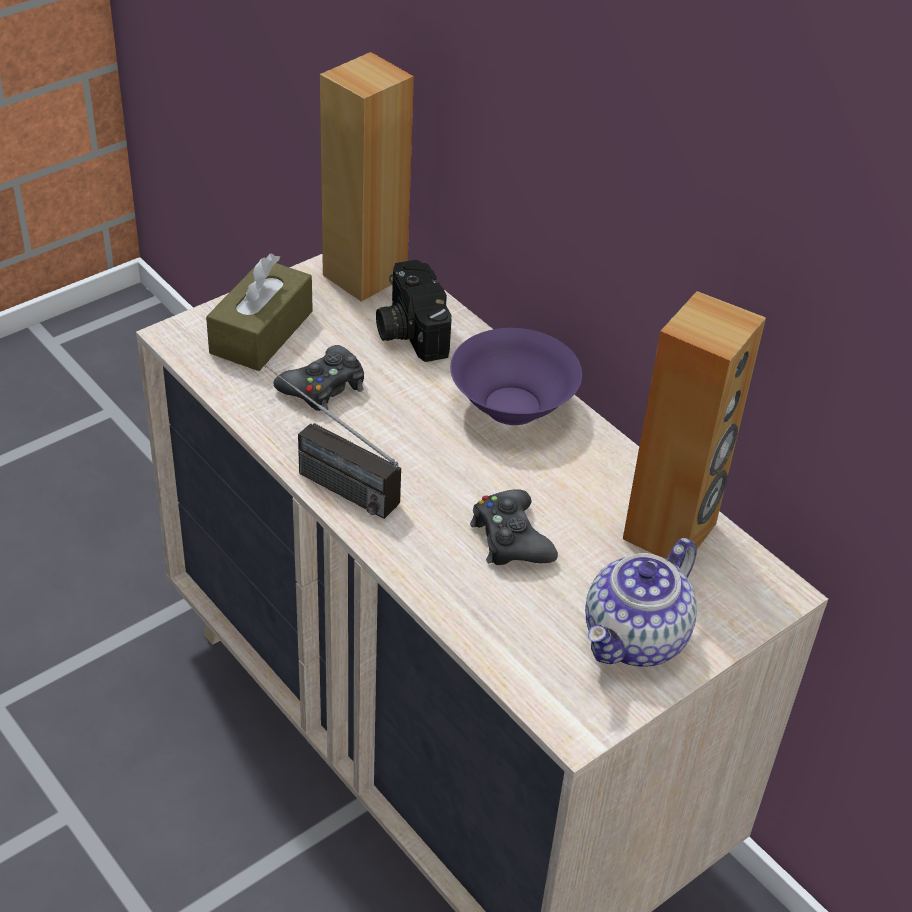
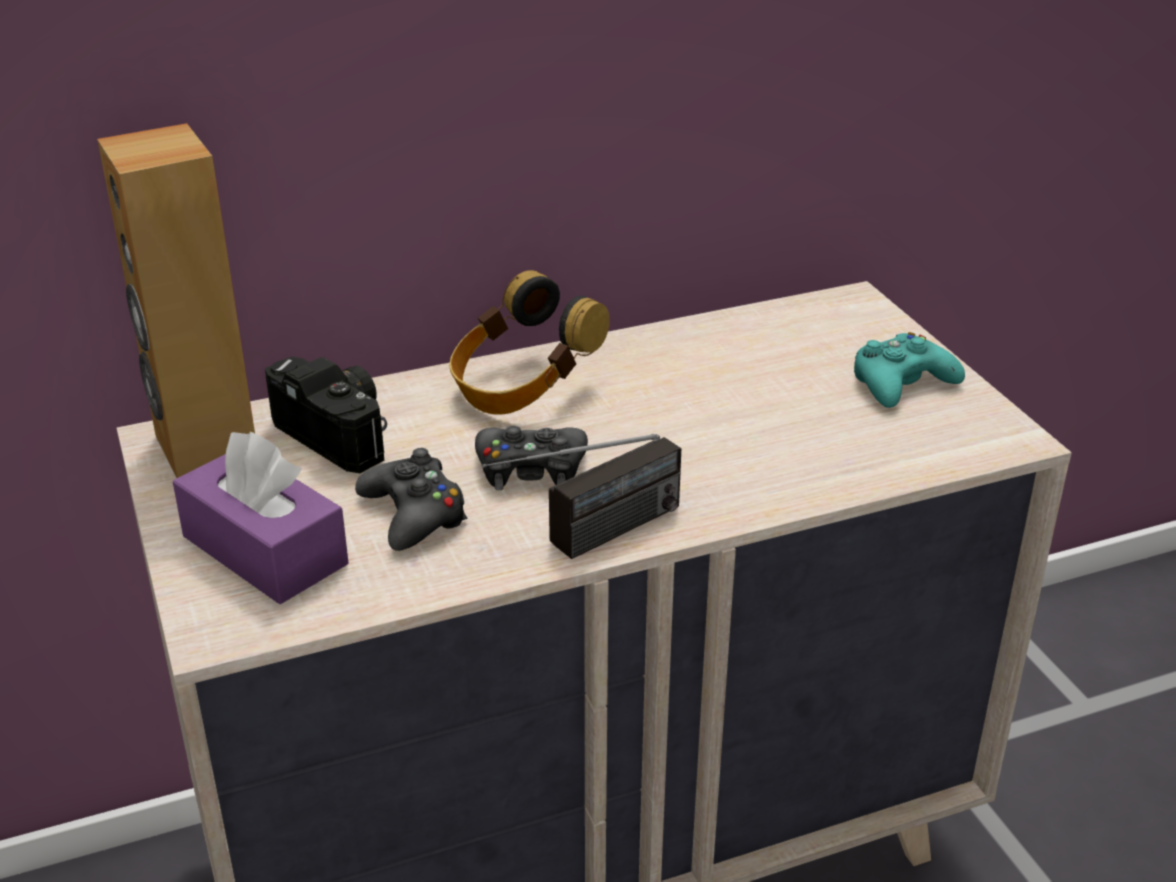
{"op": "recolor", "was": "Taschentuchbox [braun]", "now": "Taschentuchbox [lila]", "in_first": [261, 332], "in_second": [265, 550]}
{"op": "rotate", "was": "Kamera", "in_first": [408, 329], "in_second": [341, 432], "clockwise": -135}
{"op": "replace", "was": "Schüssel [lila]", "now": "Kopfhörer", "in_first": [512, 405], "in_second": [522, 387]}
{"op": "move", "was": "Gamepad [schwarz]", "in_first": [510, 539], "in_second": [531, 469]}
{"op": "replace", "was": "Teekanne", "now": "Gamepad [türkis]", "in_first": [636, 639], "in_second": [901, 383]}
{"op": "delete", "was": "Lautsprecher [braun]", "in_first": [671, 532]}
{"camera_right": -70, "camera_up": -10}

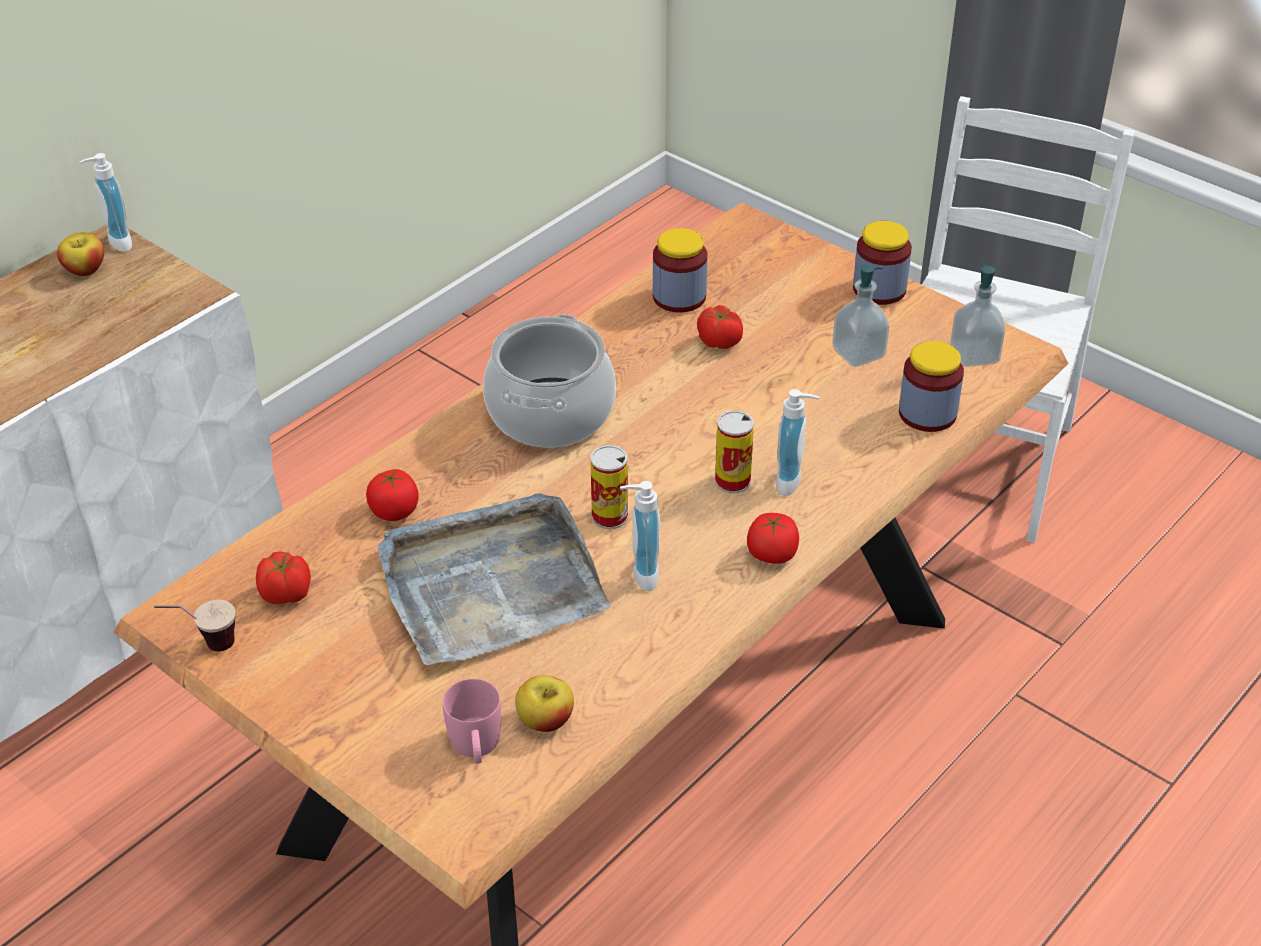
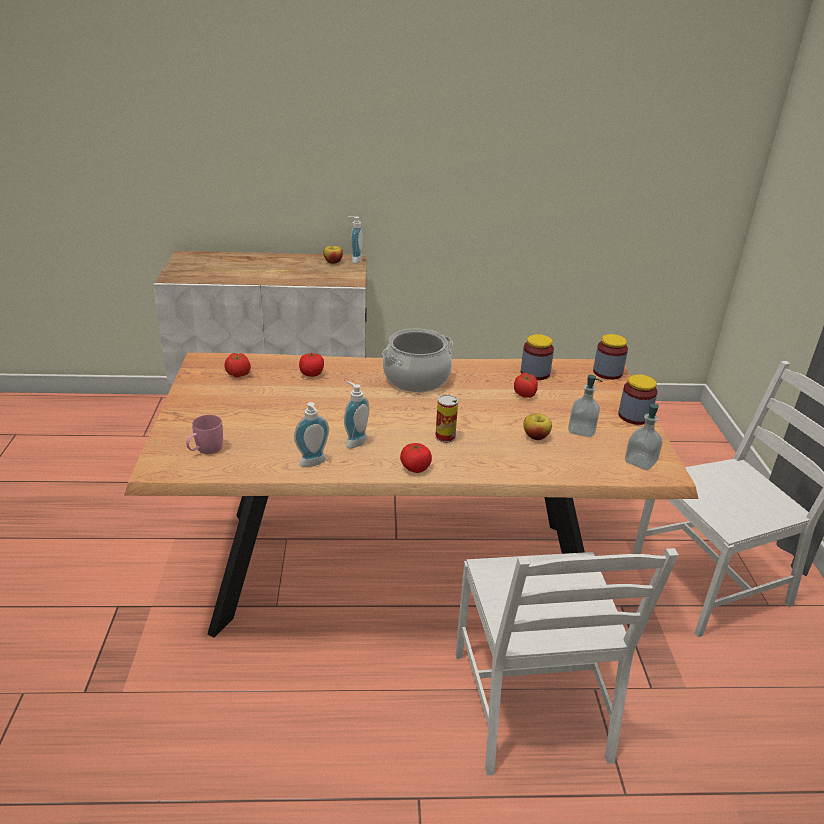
{"op": "move", "was": "Seifenspender", "in_first": [794, 482], "in_second": [314, 464]}
{"op": "insert", "now": "Stuhl [weiß]", "in_second": [532, 705]}
{"op": "move", "was": "Apfel", "in_first": [545, 720], "in_second": [535, 436]}
{"op": "move", "was": "Vorratsglas", "in_first": [927, 414], "in_second": [607, 372]}
{"op": "delete", "was": "Tasse", "in_first": [204, 646]}
{"op": "delete", "was": "Tablett [grau]", "in_first": [490, 585]}
{"op": "delete", "was": "Dose", "in_first": [610, 516]}
{"camera_right": 45, "camera_up": -10}

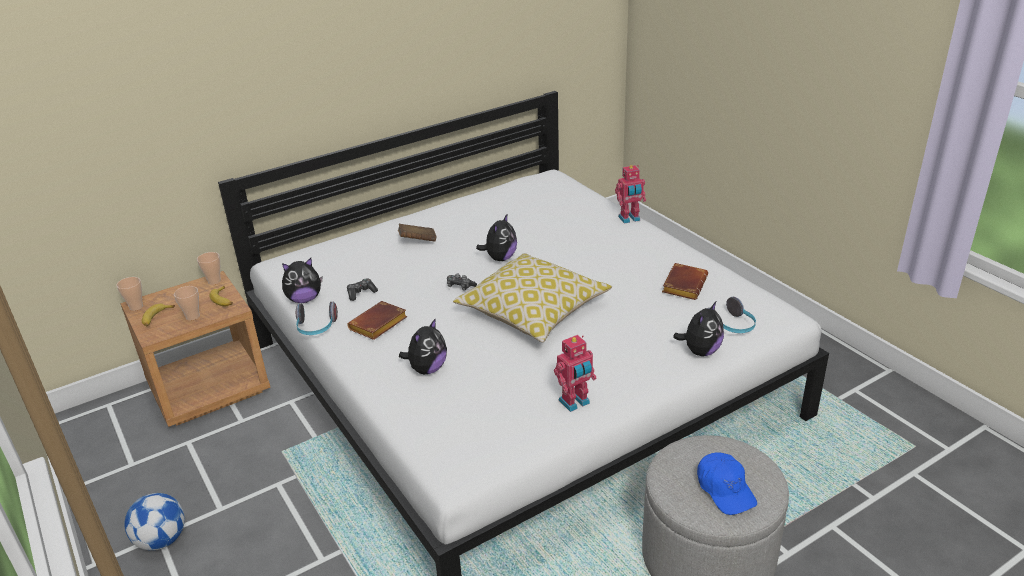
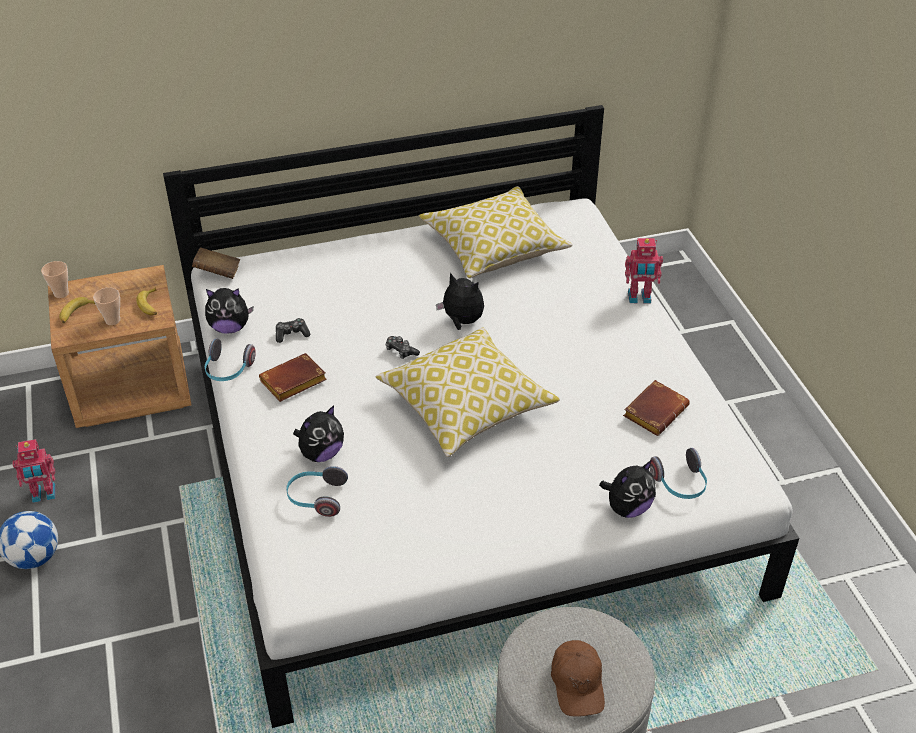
{"op": "move", "was": "Spielzeugroboter", "in_first": [575, 403], "in_second": [44, 495]}
{"op": "move", "was": "Buch [braun]", "in_first": [417, 241], "in_second": [217, 272]}
{"op": "insert", "now": "Kopfhörer", "in_second": [316, 498]}
{"op": "insert", "now": "Kissen", "in_second": [494, 247]}
{"op": "rotate", "was": "Plüschtier", "in_first": [500, 258], "in_second": [462, 321], "clockwise": -105}
{"op": "recolor", "was": "Kappe [blau]", "now": "Kappe [braun]", "in_first": [725, 489], "in_second": [577, 683]}
{"op": "delete", "was": "Tasse", "in_first": [214, 281]}
{"camera_right": 15, "camera_up": 10}

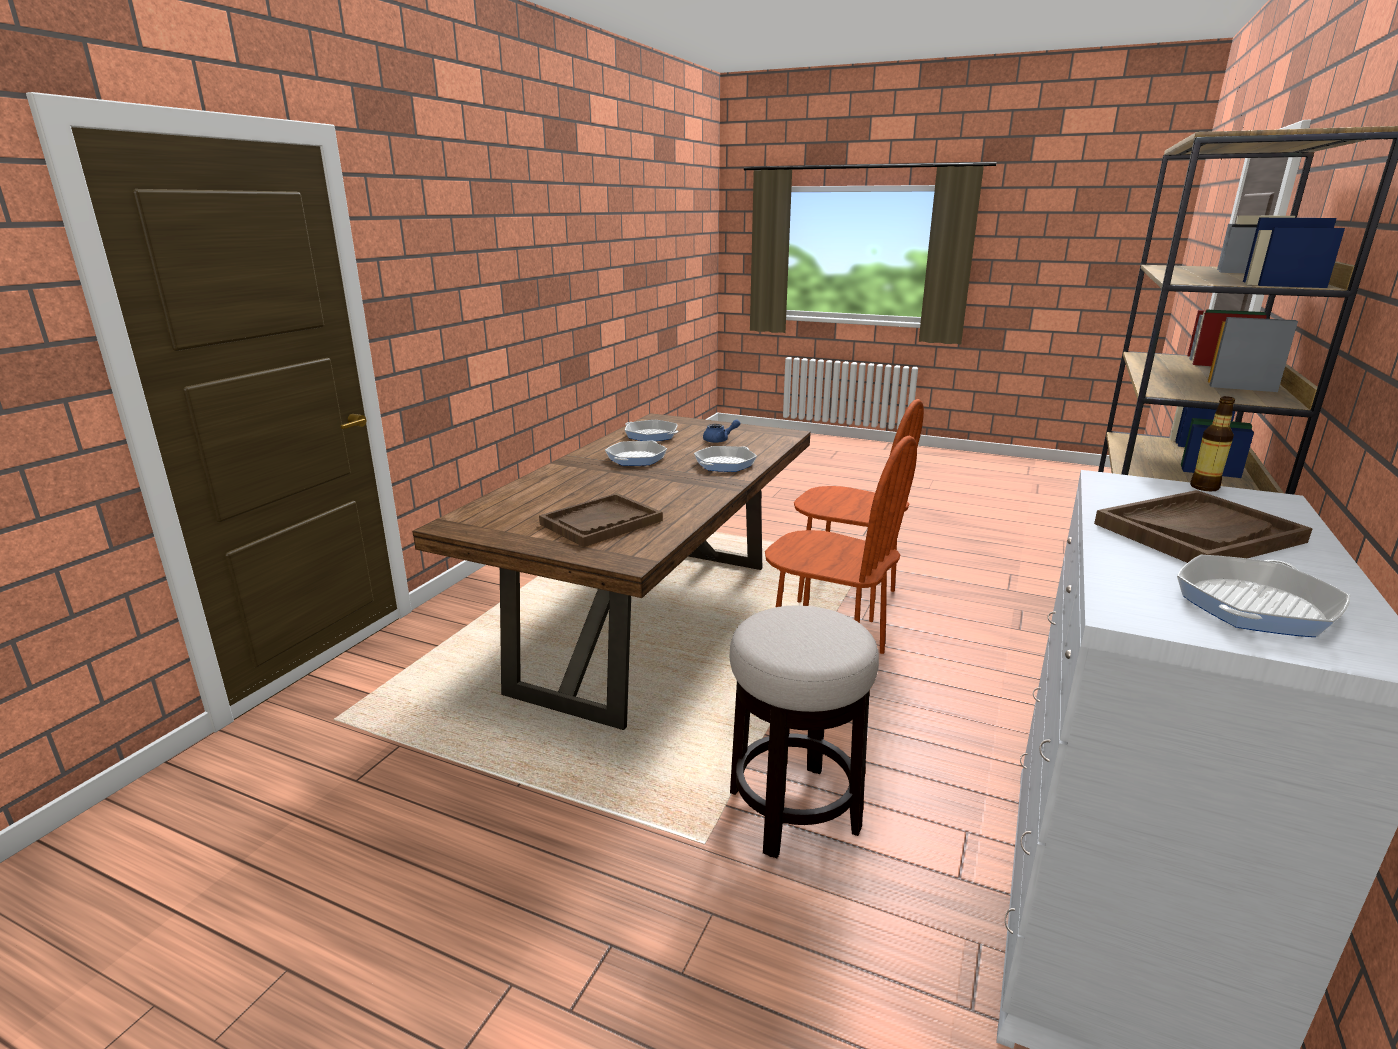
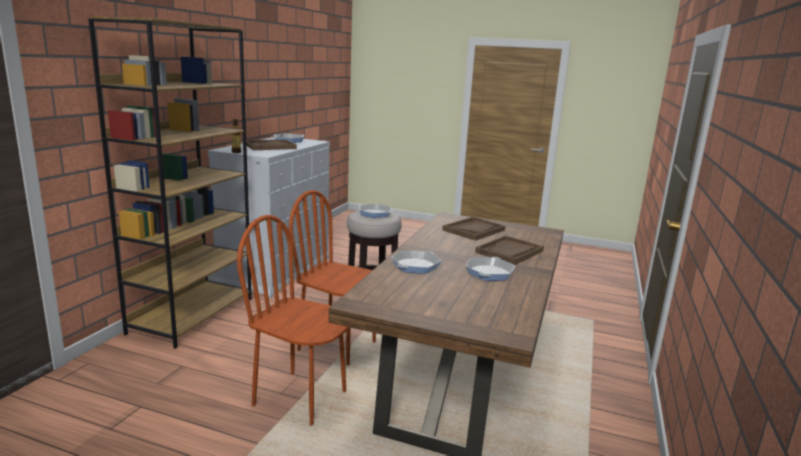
{"op": "move", "was": "Pfanne", "in_first": [651, 435], "in_second": [375, 213]}
{"op": "insert", "now": "Tablett [braun]", "in_second": [509, 252]}
{"op": "delete", "was": "Teekanne [blau]", "in_first": [719, 440]}
{"camera_right": 175, "camera_up": -5}

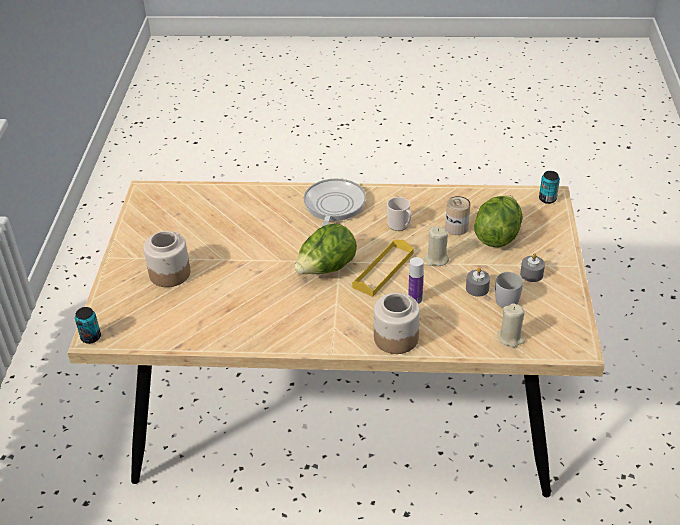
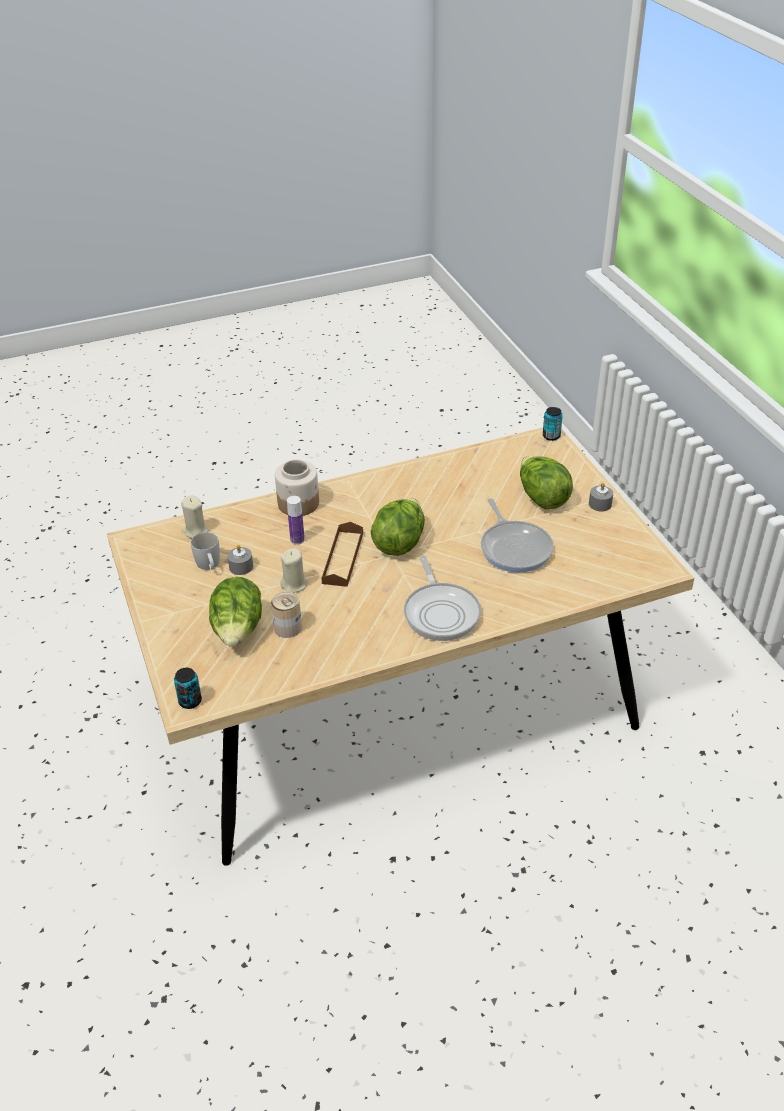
{"op": "recolor", "was": "Tablett [gelb]", "now": "Tablett [braun]", "in_first": [383, 270], "in_second": [343, 558]}
{"op": "insert", "now": "Pfanne", "in_second": [515, 548]}
{"op": "replace", "was": "Vorratsglas", "now": "Salatkopf", "in_first": [170, 273], "in_second": [542, 498]}
{"op": "move", "was": "Kerze [grau]", "in_first": [531, 274], "in_second": [600, 504]}
{"op": "delete", "was": "Henkelbecher", "in_first": [400, 226]}
{"camera_right": 155, "camera_up": 0}

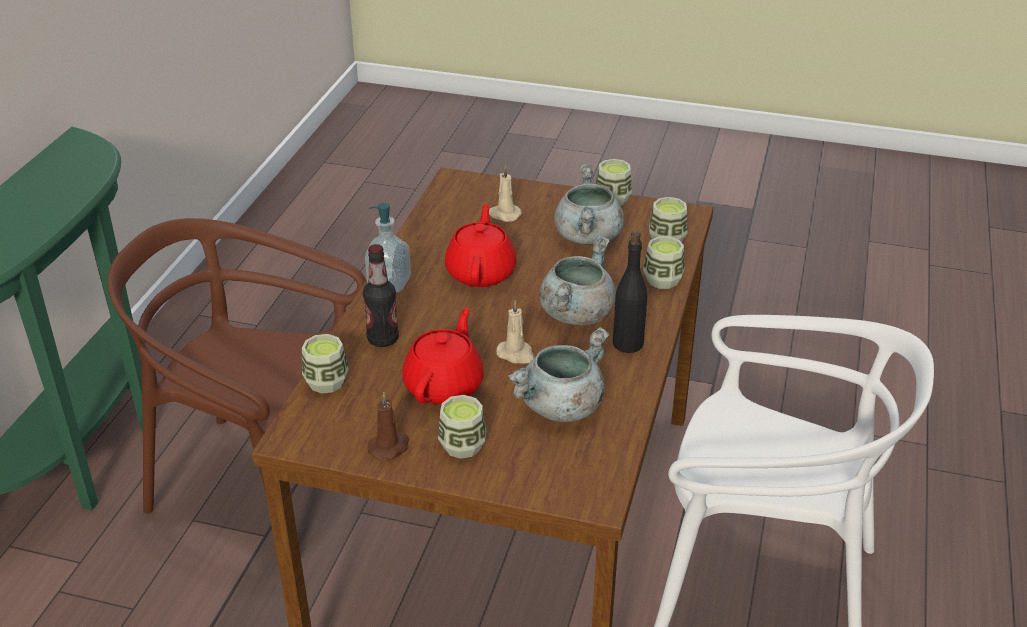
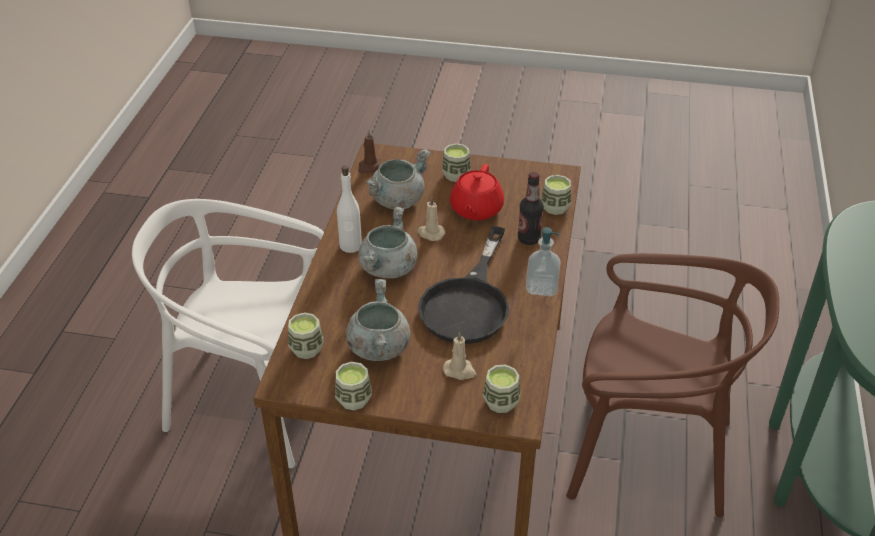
{"op": "recolor", "was": "Flasche [schwarz]", "now": "Flasche [weiß]", "in_first": [628, 343], "in_second": [350, 246]}
{"op": "move", "was": "Kerze [braun]", "in_first": [390, 447], "in_second": [369, 167]}
{"op": "replace", "was": "Teekanne [rot]", "now": "Pfanne [schwarz]", "in_first": [481, 272], "in_second": [469, 302]}
{"op": "move", "was": "Tasse", "in_first": [662, 280], "in_second": [501, 402]}
{"camera_right": 175, "camera_up": 5}

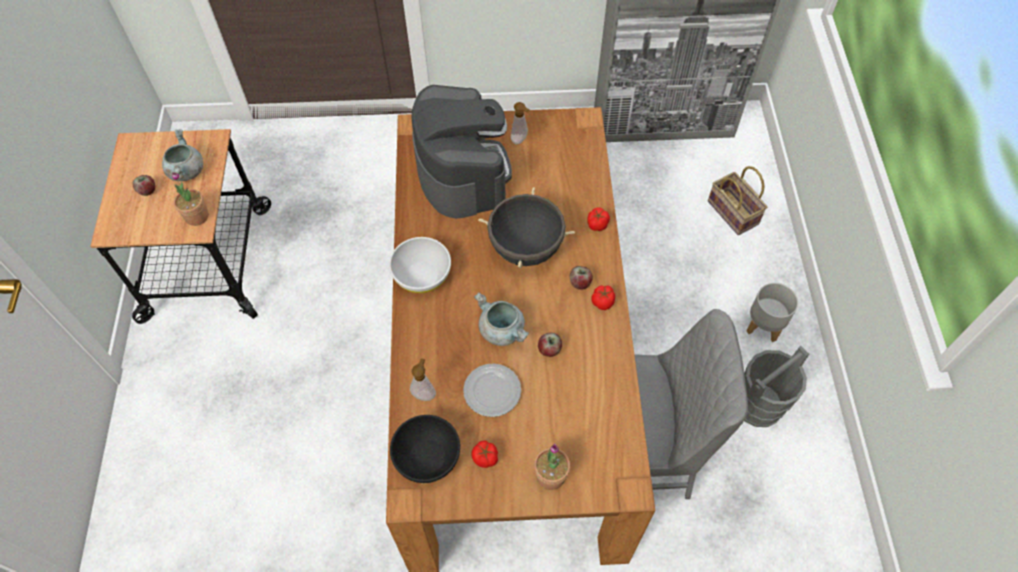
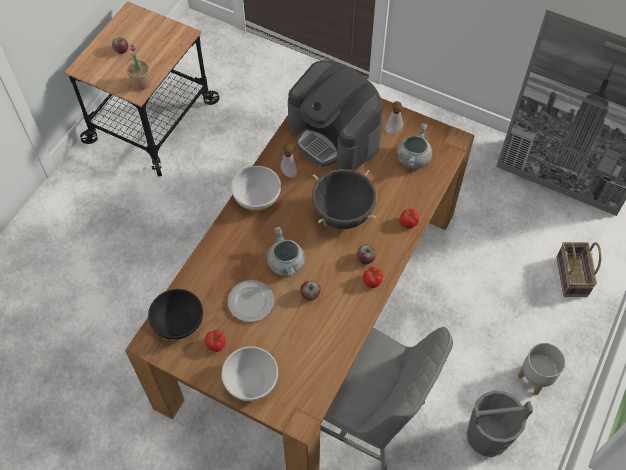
{"op": "replace", "was": "Topfpflanze", "now": "Schüssel [weiß]", "in_first": [550, 476], "in_second": [251, 381]}
{"op": "move", "was": "Seifenspender", "in_first": [424, 393], "in_second": [290, 172]}
{"op": "rotate", "was": "Kaffeemaschine", "in_first": [462, 172], "in_second": [335, 136], "clockwise": 120}
{"op": "move", "was": "Kochtopf [grau]", "in_first": [186, 171], "in_second": [413, 158]}
{"camera_right": 30, "camera_up": 0}

